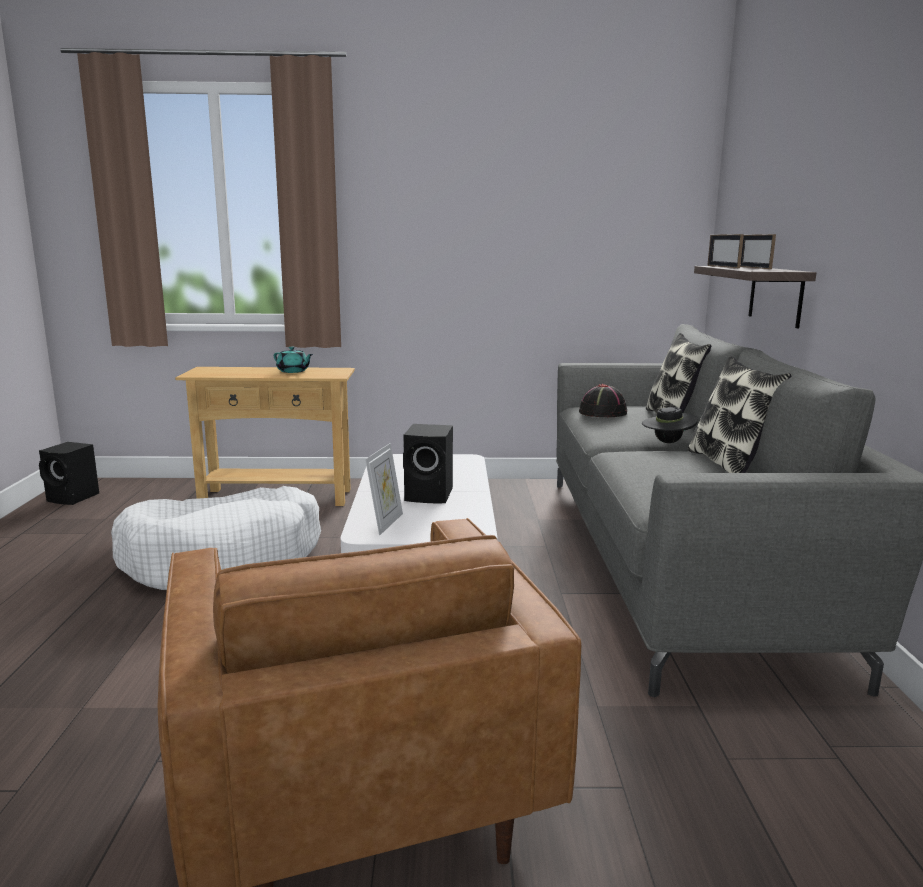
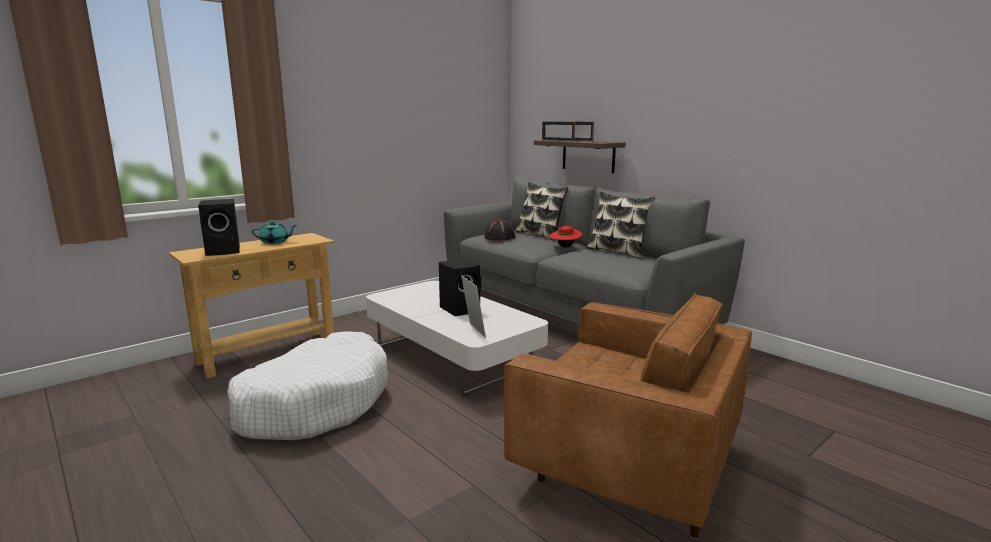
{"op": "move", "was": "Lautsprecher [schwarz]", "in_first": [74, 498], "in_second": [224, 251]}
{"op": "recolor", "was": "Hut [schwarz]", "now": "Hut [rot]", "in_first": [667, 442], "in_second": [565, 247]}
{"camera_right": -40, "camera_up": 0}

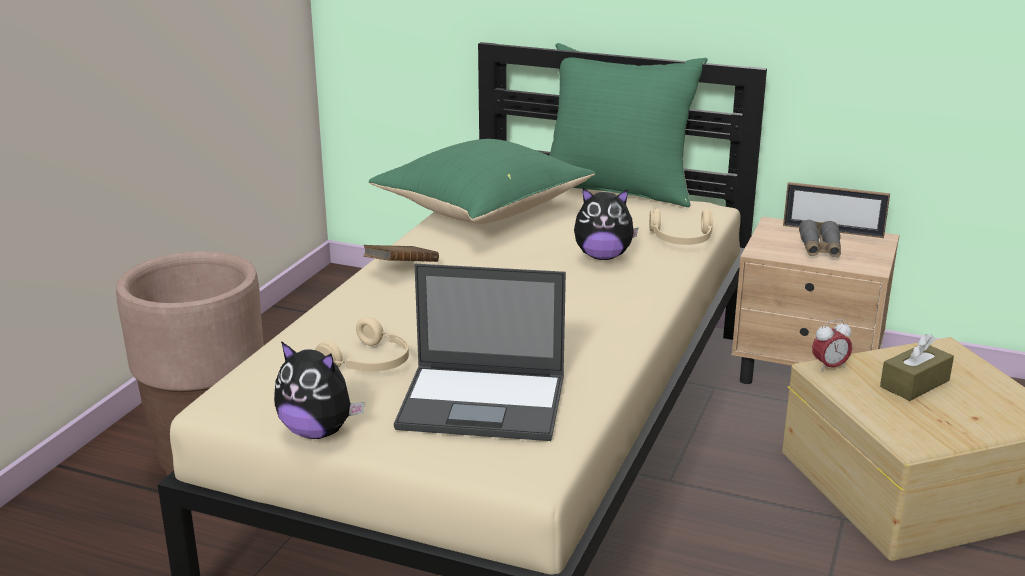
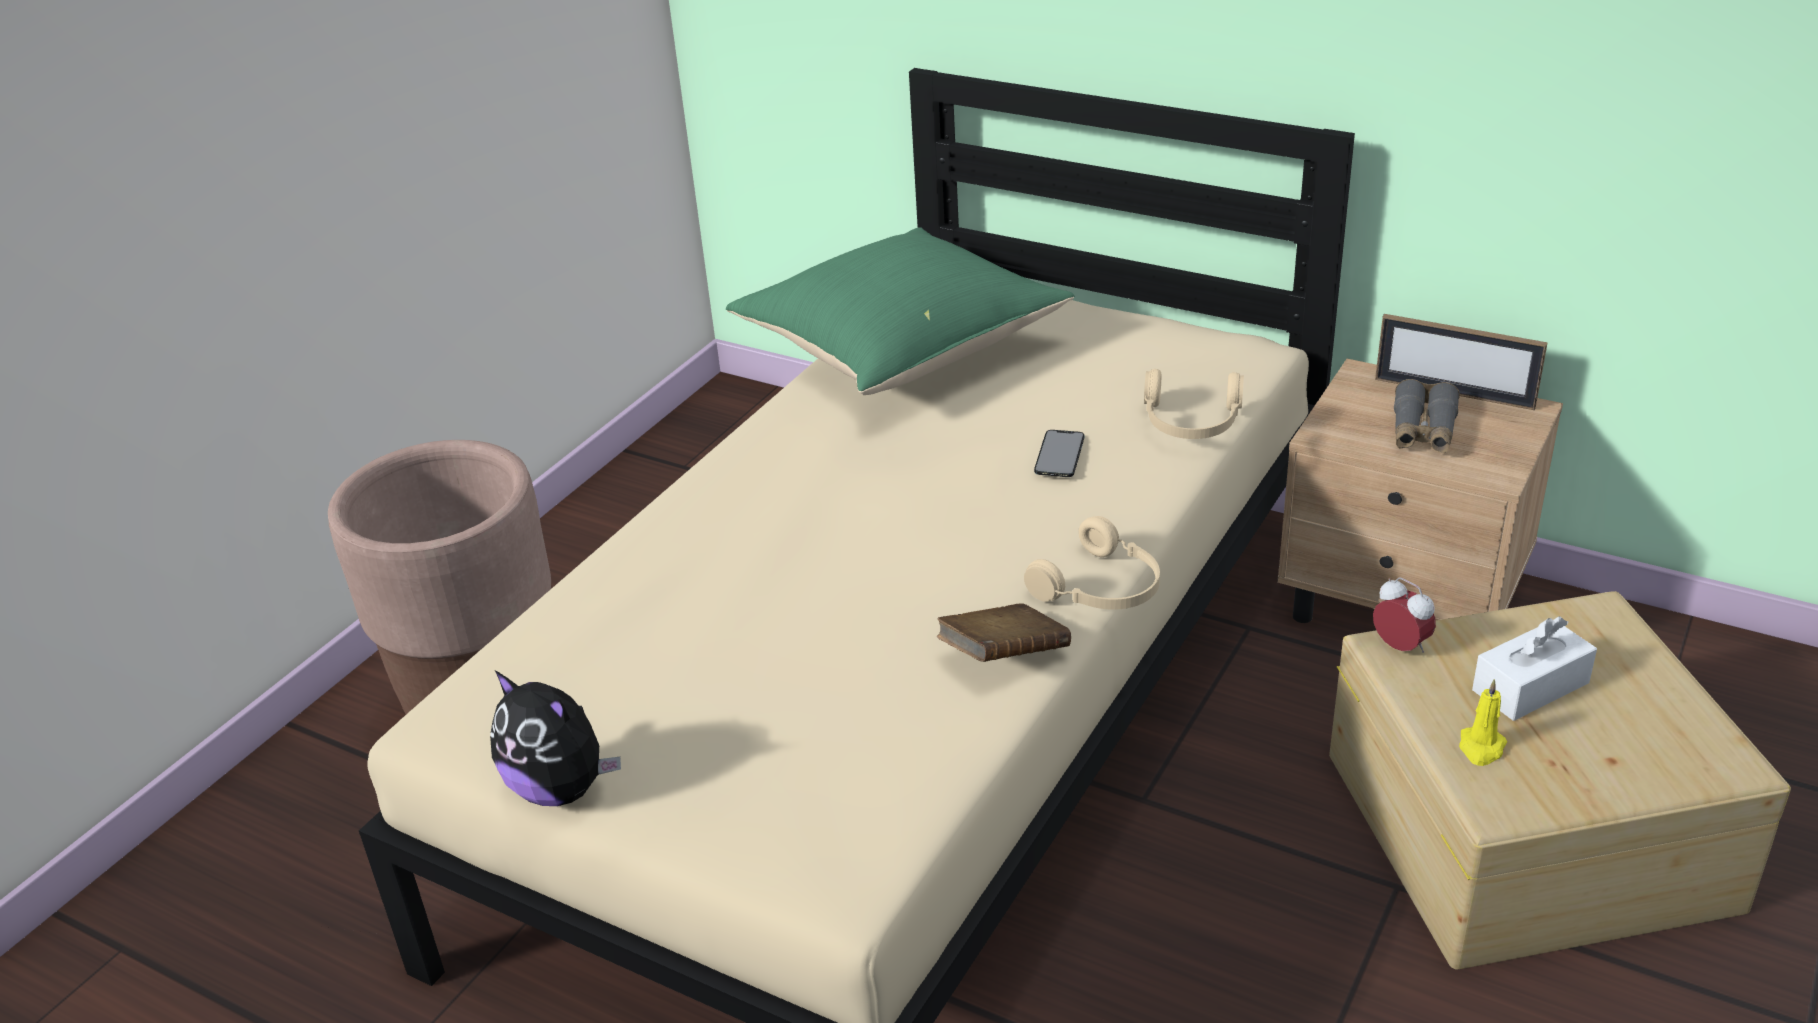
{"op": "move", "was": "Buch [braun]", "in_first": [401, 270], "in_second": [1004, 657]}
{"op": "move", "was": "Kopfhörer [beige]", "in_first": [370, 363], "in_second": [1101, 588]}
{"op": "replace", "was": "Plüschtier", "now": "Handy", "in_first": [603, 256], "in_second": [1059, 454]}
{"op": "rotate", "was": "Wecker", "in_first": [829, 367], "in_second": [1400, 647], "clockwise": -120}
{"op": "insert", "now": "Kerze [gelb]", "in_second": [1481, 748]}
{"op": "recolor", "was": "Taschentuchbox [braun]", "now": "Taschentuchbox [weiß]", "in_first": [914, 384], "in_second": [1530, 687]}
{"op": "delete", "was": "Laptop", "in_first": [484, 403]}
{"op": "delete", "was": "Kissen [grün]", "in_first": [618, 188]}
{"camera_right": 10, "camera_up": 10}

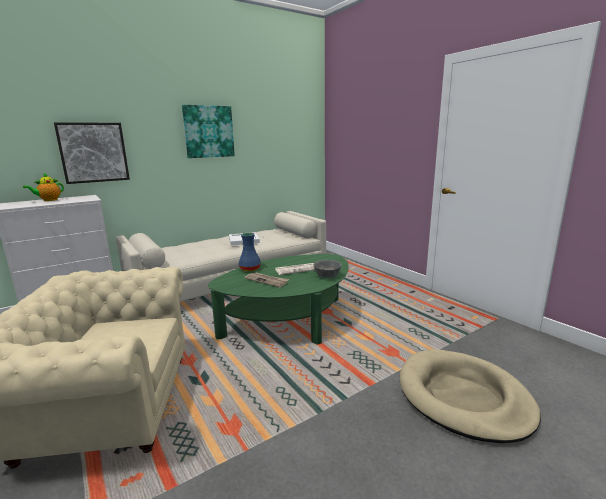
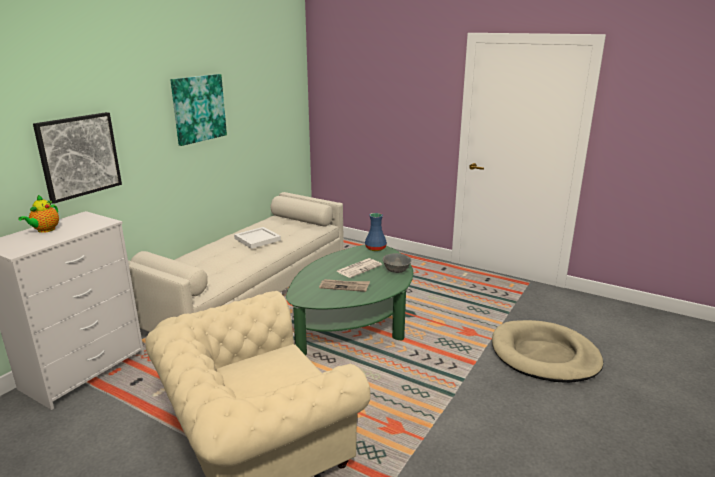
{"op": "move", "was": "Vase [blau]", "in_first": [250, 269], "in_second": [375, 248]}
{"camera_right": -25, "camera_up": 5}

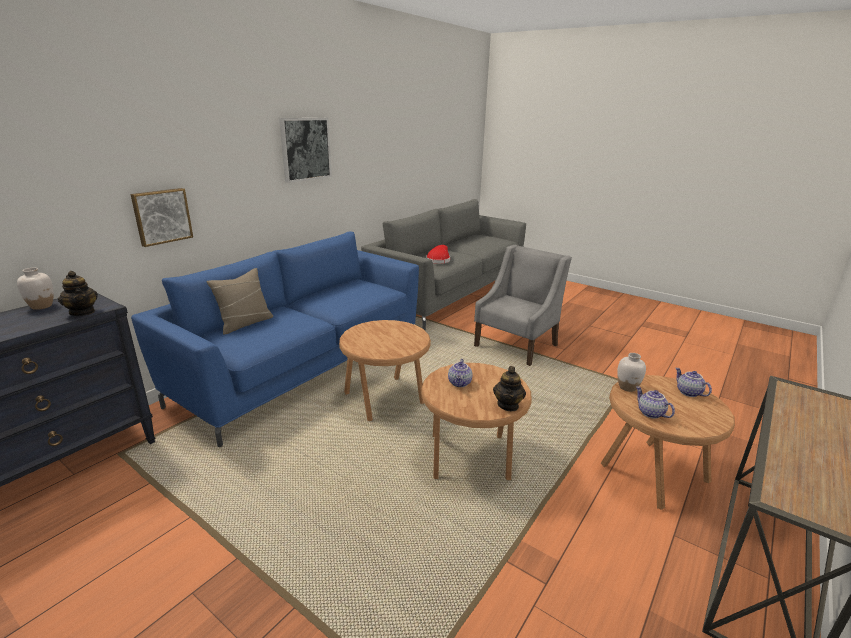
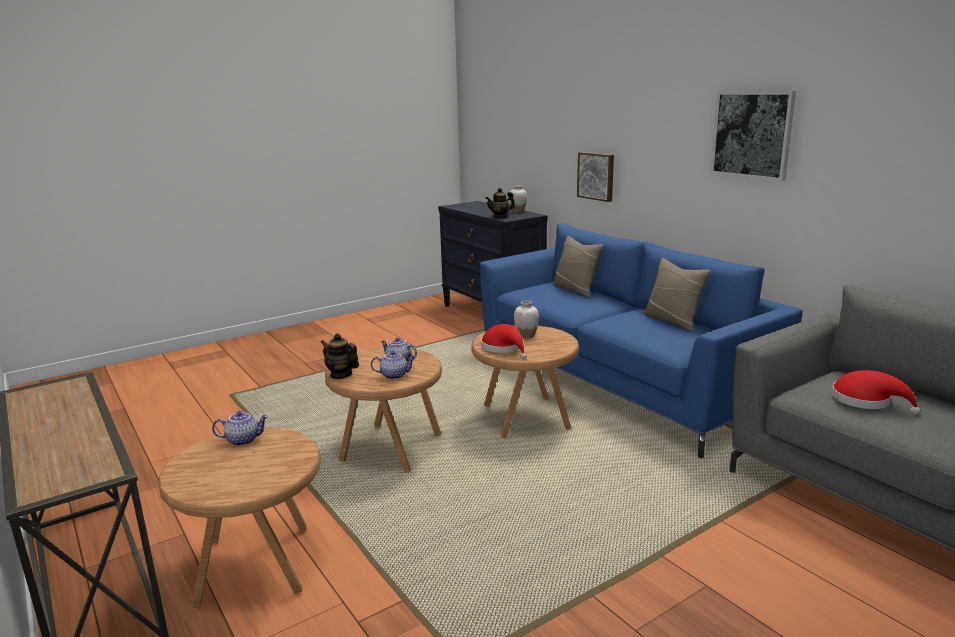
{"op": "move", "was": "Teekanne", "in_first": [688, 392], "in_second": [394, 375]}
{"op": "insert", "now": "Hut [rot]", "in_second": [504, 348]}
{"op": "move", "was": "Vase [weiß]", "in_first": [627, 387], "in_second": [526, 336]}
{"op": "insert", "now": "Kissen [beige]", "in_second": [672, 321]}
{"op": "delete", "was": "Sessel [grau]", "in_first": [517, 345]}
{"camera_right": 110, "camera_up": -5}

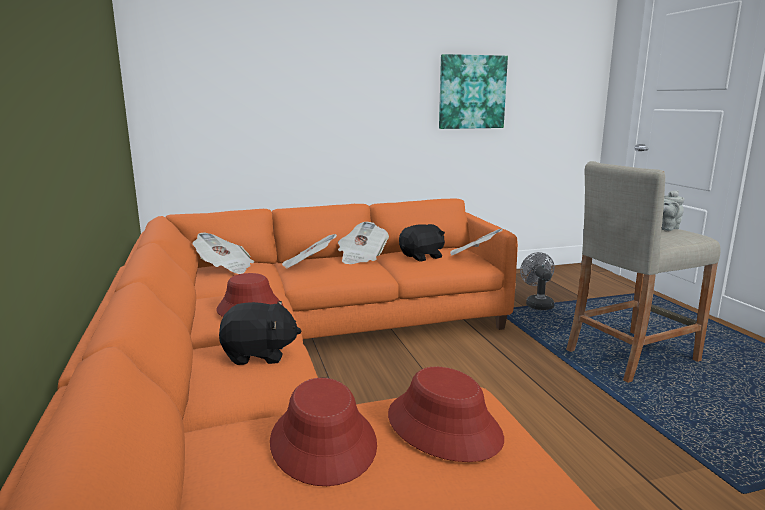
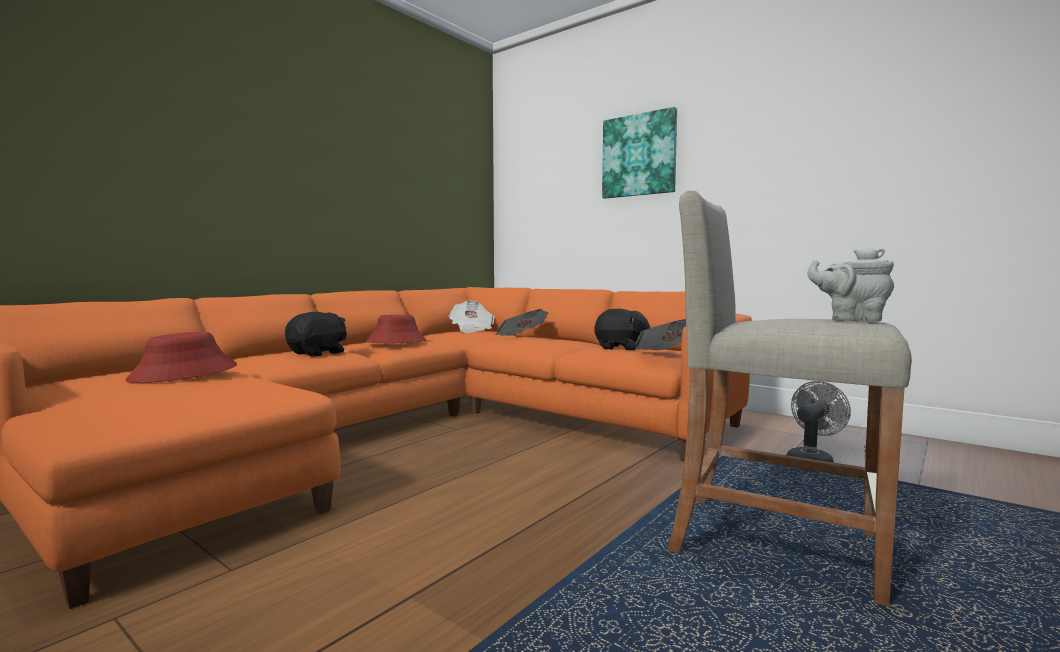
{"op": "rotate", "was": "Plüschtier [schwarz]", "in_first": [259, 354], "in_second": [318, 353], "clockwise": -105}
{"op": "move", "was": "Bild", "in_first": [471, 92], "in_second": [639, 155]}
{"op": "delete", "was": "Zeitung", "in_first": [361, 257]}
{"op": "delete", "was": "Hut [rot]", "in_first": [444, 426]}
{"camera_right": 55, "camera_up": -10}

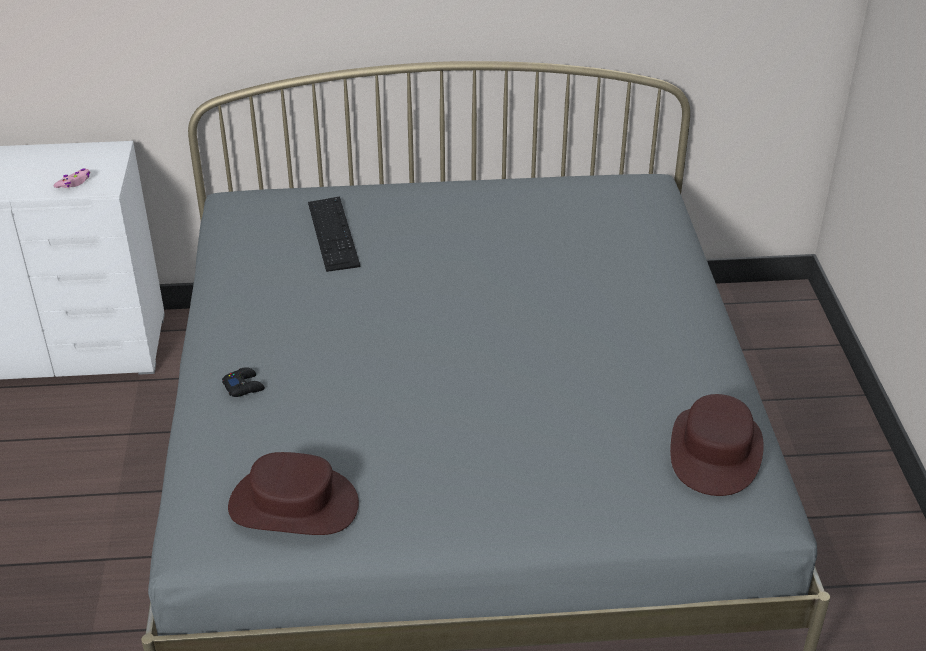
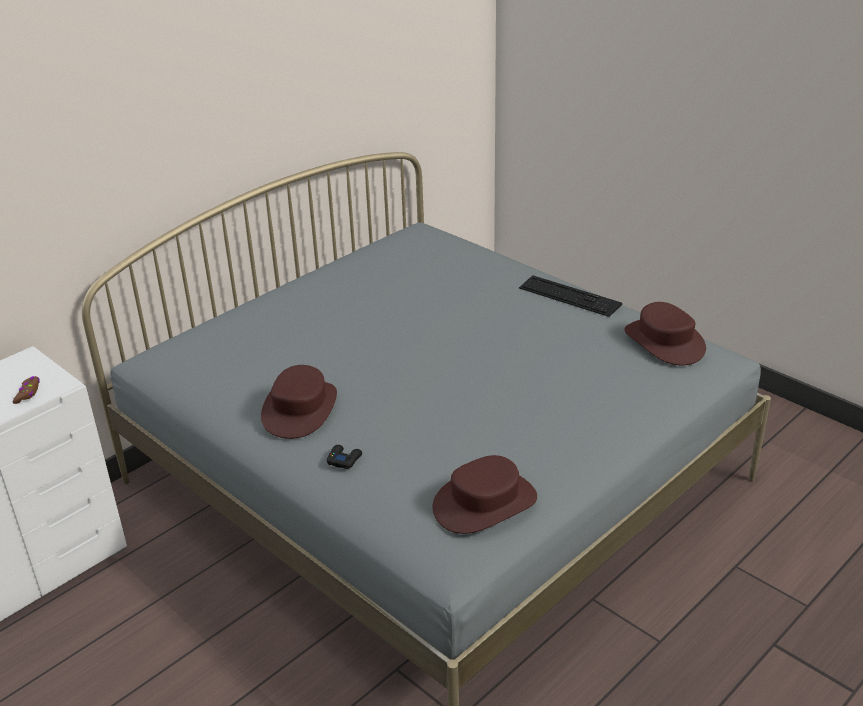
{"op": "recolor", "was": "Gamepad [rosa]", "now": "Gamepad [braun]", "in_first": [74, 183], "in_second": [28, 393]}
{"op": "insert", "now": "Hut [braun]", "in_second": [300, 409]}
{"op": "move", "was": "Tastatur", "in_first": [333, 233], "in_second": [569, 296]}
{"camera_right": -40, "camera_up": -5}

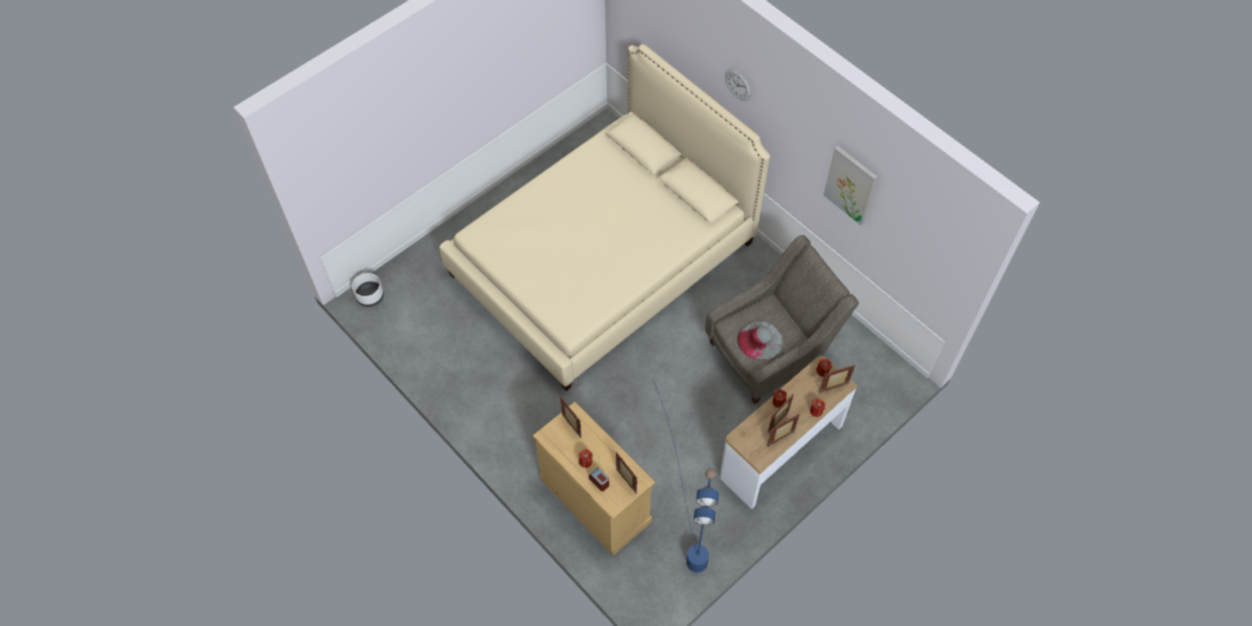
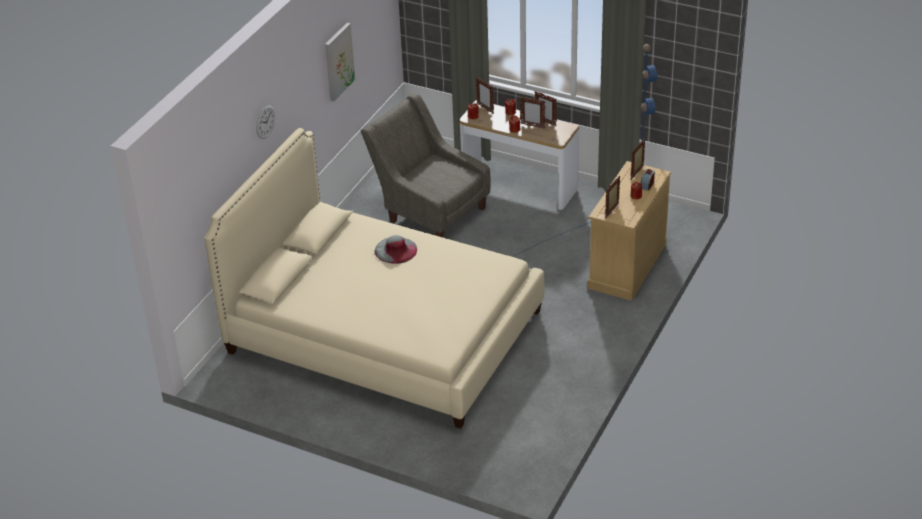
{"op": "move", "was": "Hut [grau]", "in_first": [760, 340], "in_second": [396, 250]}
{"op": "delete", "was": "Pflanzkübel [weiß]", "in_first": [370, 296]}
{"camera_right": -110, "camera_up": -20}

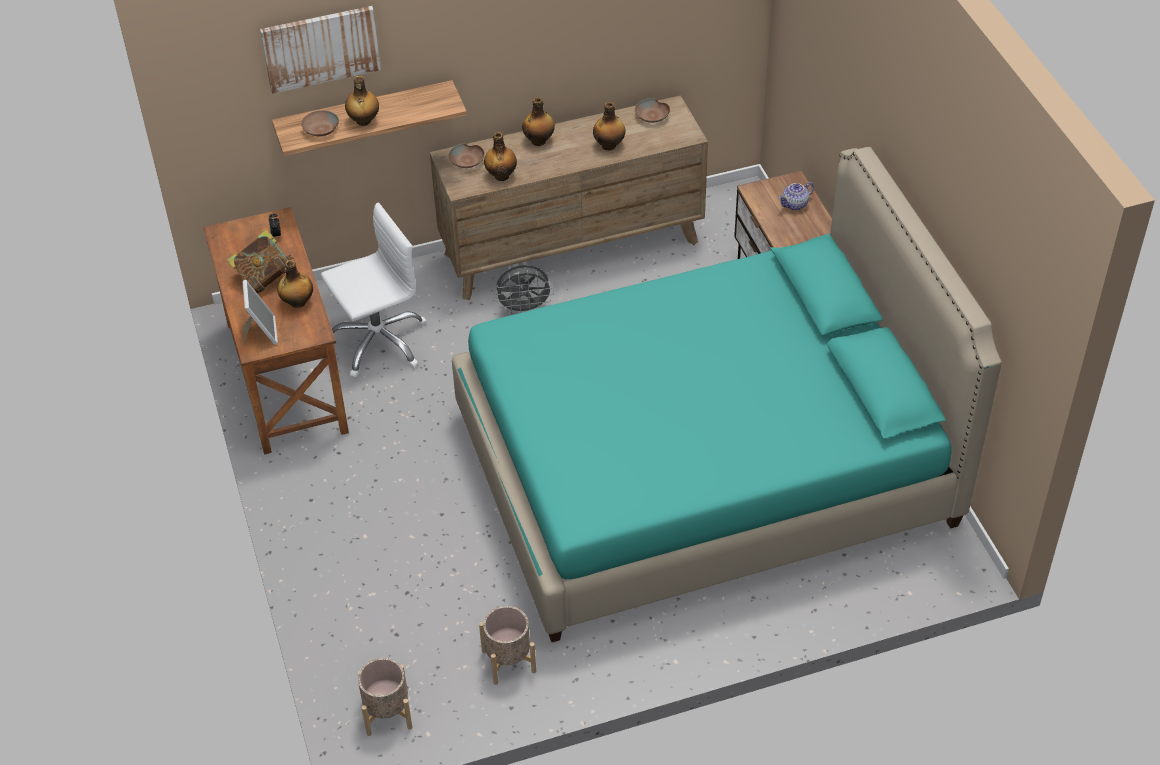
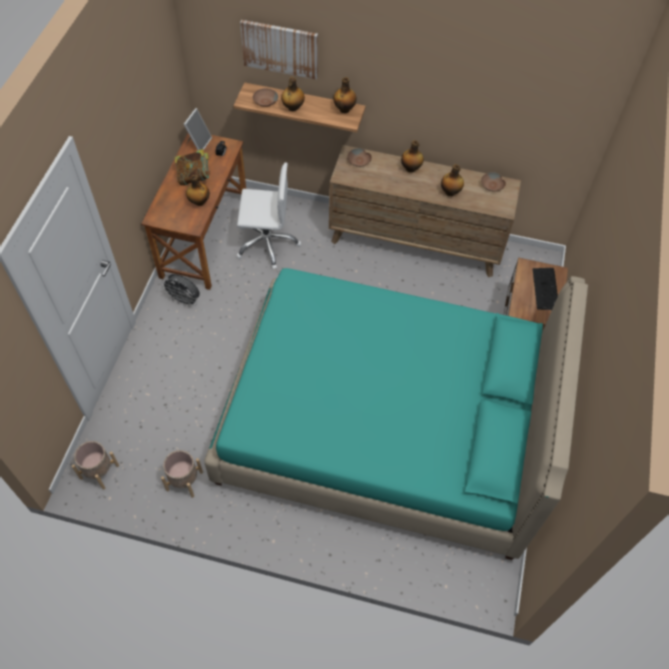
{"op": "move", "was": "Ventilator [grau]", "in_first": [524, 309], "in_second": [184, 301]}
{"op": "move", "was": "Bilderrahmen", "in_first": [261, 332], "in_second": [198, 143]}
{"op": "move", "was": "Flasche", "in_first": [501, 175], "in_second": [344, 109]}
{"op": "replace", "was": "Teekanne", "now": "Tastatur", "in_first": [795, 204], "in_second": [545, 289]}
{"camera_right": 30, "camera_up": 10}

